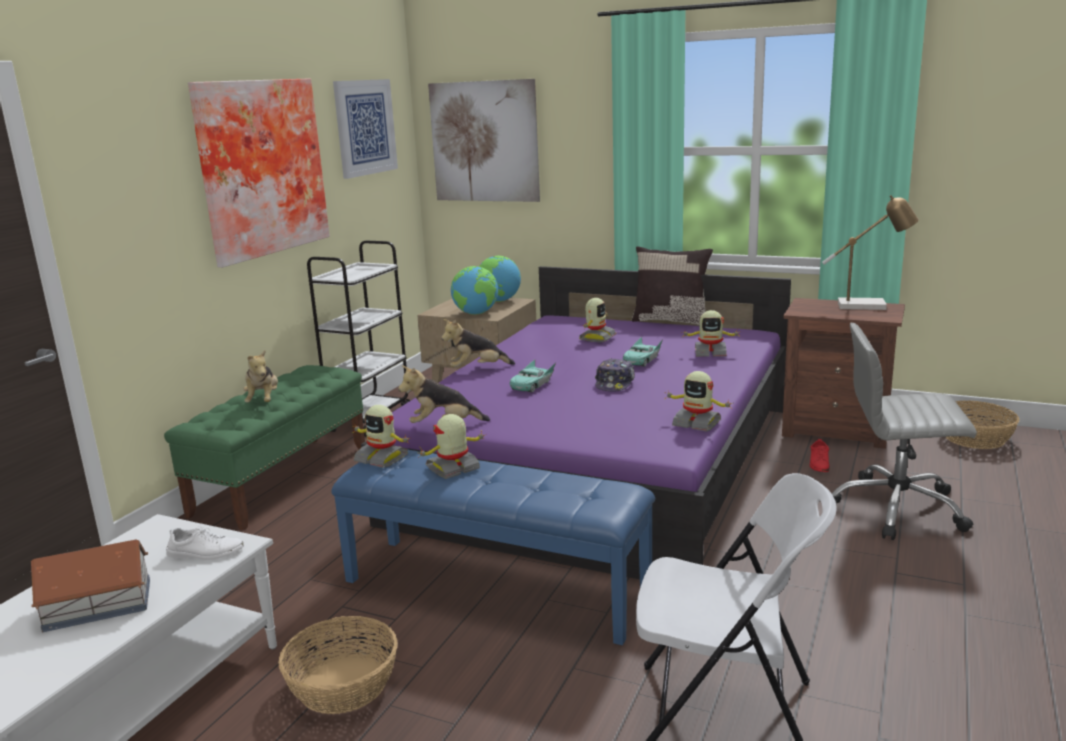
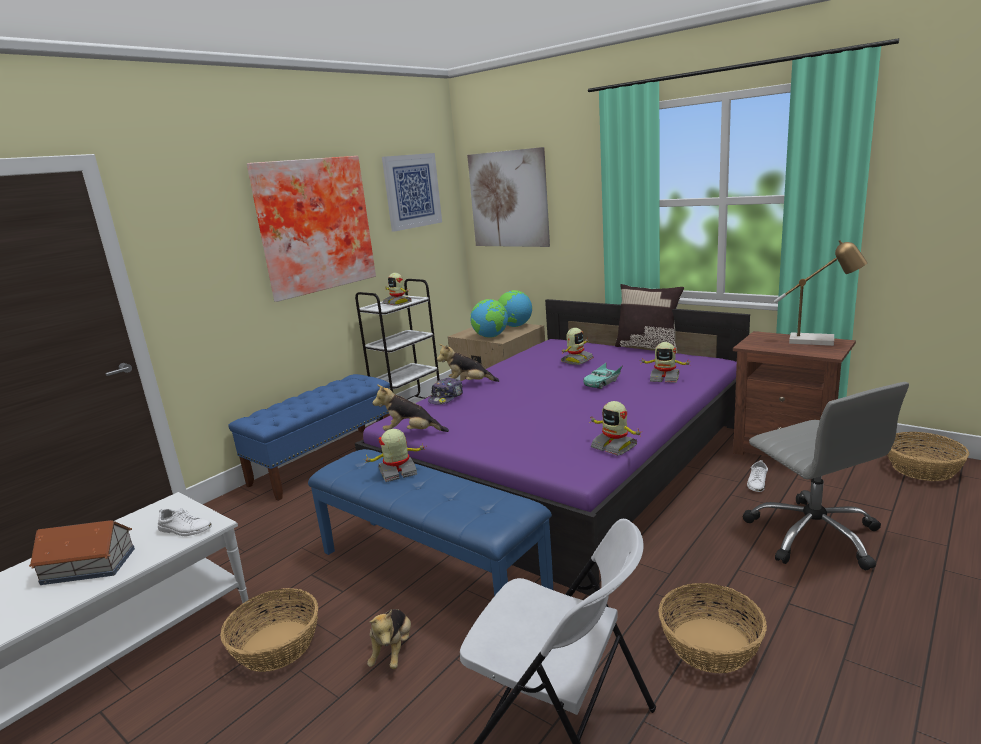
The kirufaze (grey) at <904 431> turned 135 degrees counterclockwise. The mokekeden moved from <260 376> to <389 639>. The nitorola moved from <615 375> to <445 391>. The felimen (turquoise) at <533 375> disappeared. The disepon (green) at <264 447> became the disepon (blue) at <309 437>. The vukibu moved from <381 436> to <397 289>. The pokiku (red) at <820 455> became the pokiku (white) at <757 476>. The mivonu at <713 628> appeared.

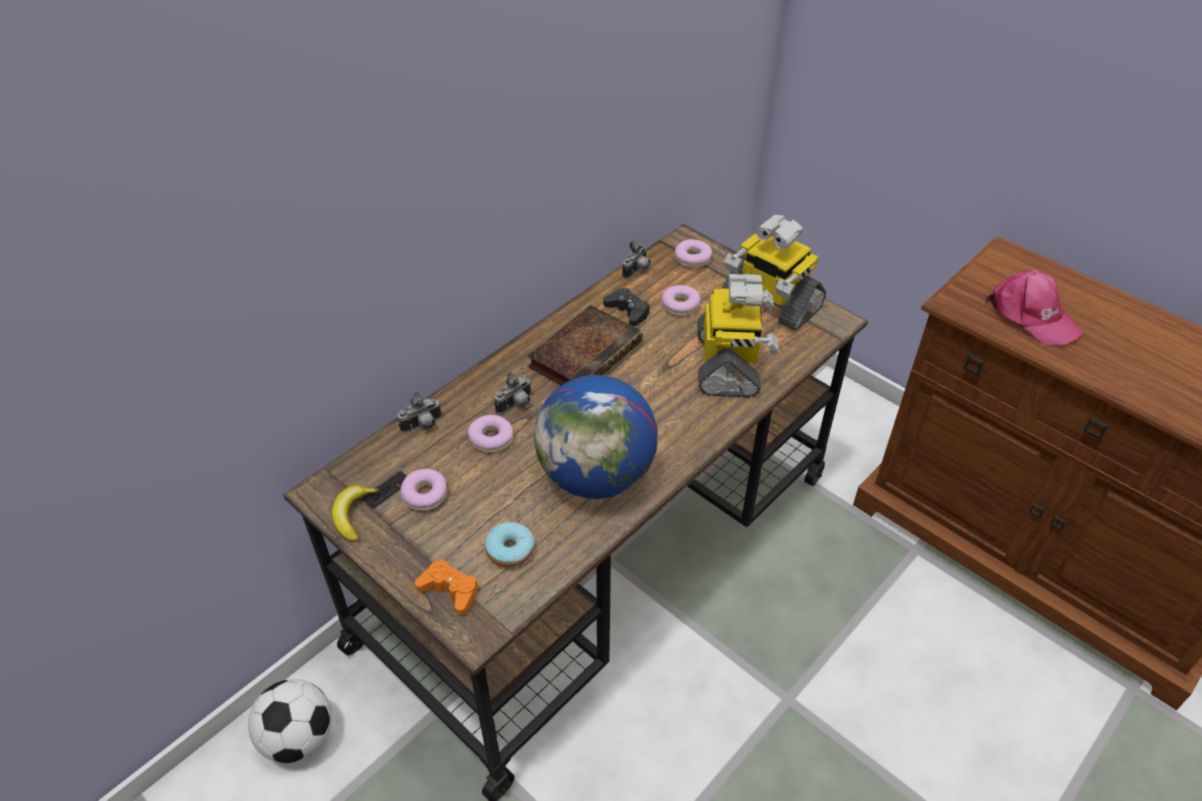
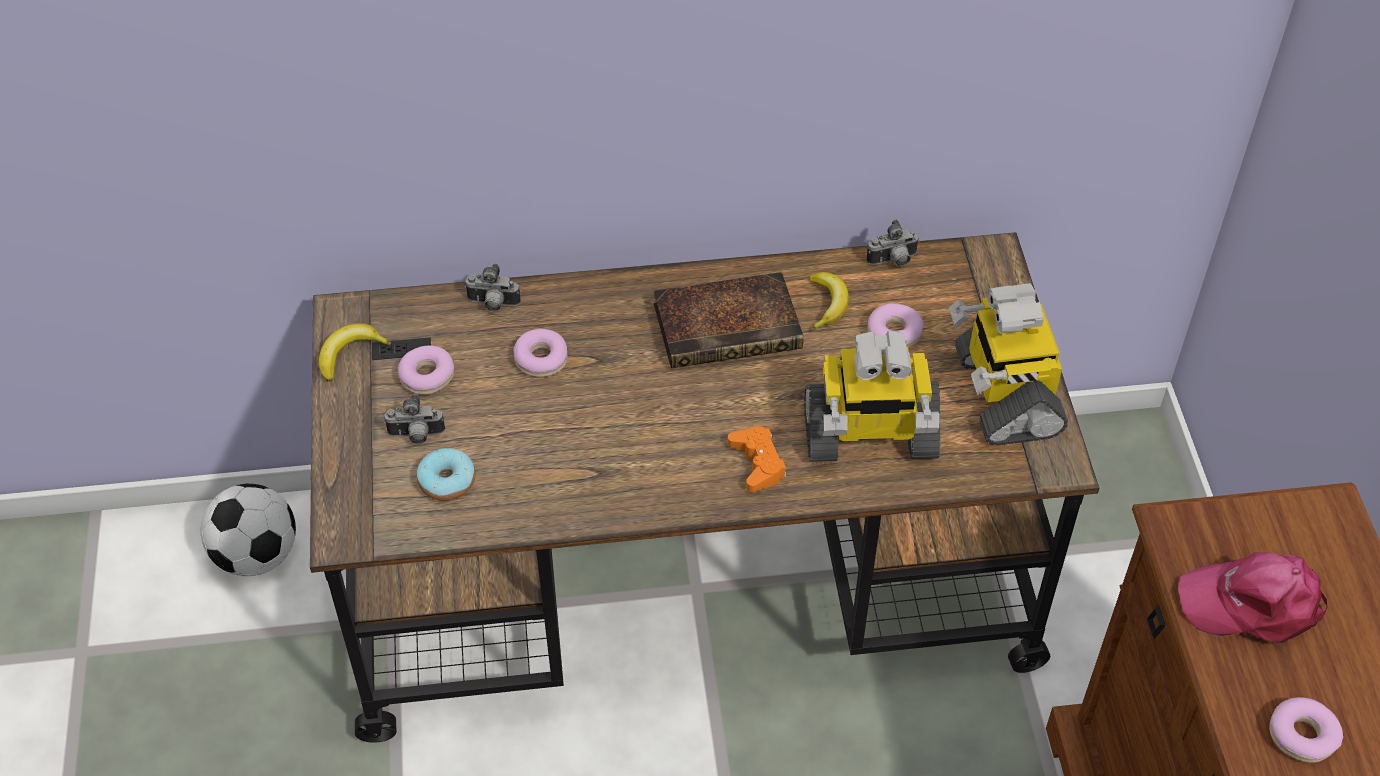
The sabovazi moved from <693 253> to <1306 730>. The nitorola (pink) at <1034 307> turned 90 degrees clockwise. The vukibu at <737 335> turned 45 degrees clockwise. The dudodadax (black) at <626 307> was replaced by the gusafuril at <829 301>. The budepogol moved from <512 393> to <414 419>. The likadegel at <596 437> disappeared. The dudodadax (orange) moved from <447 587> to <757 459>.

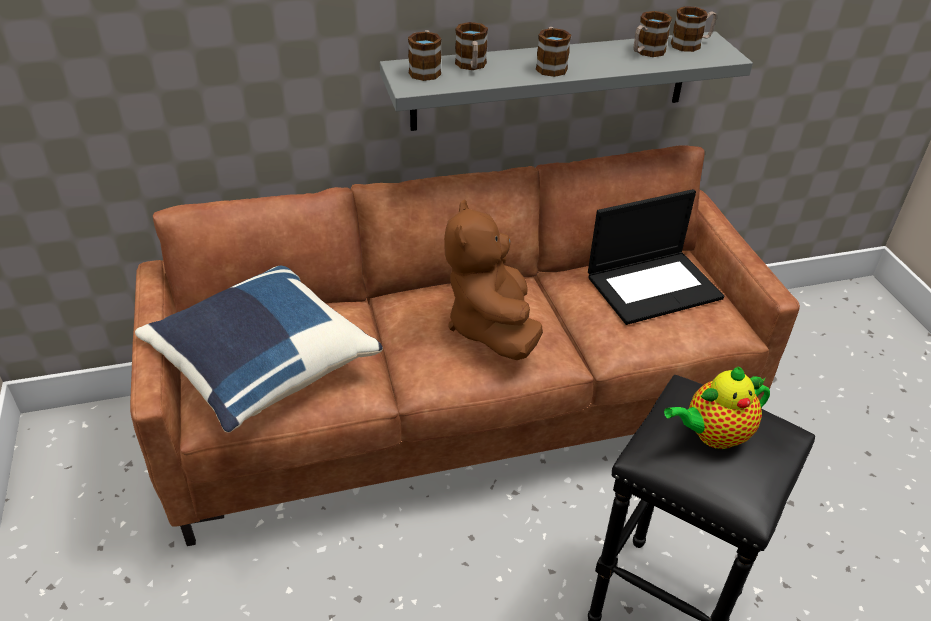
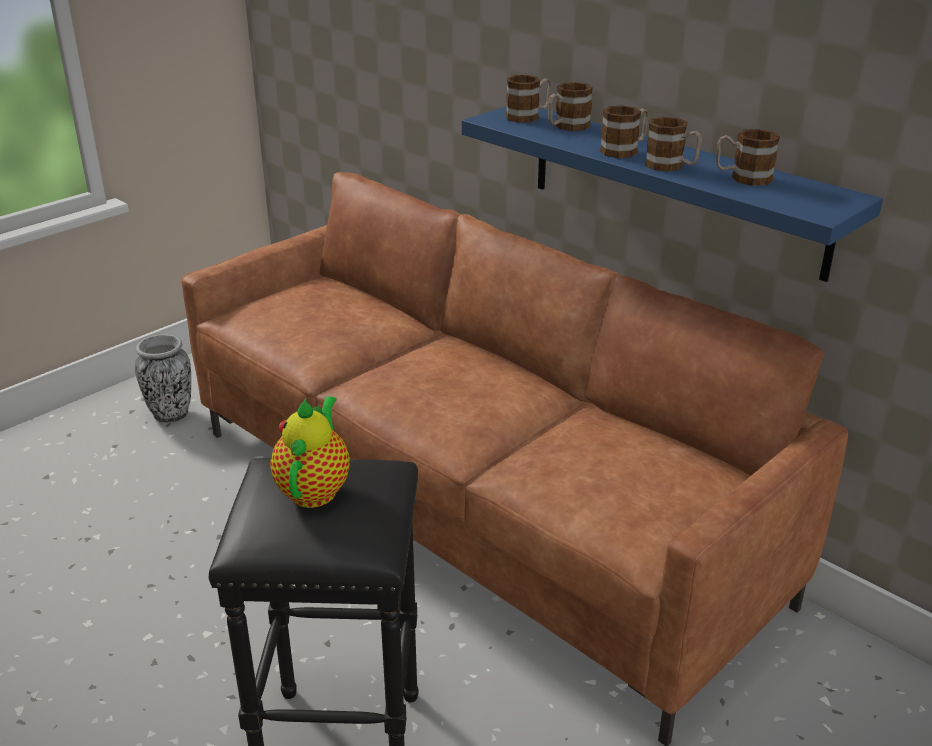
The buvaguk moved from <694 29> to <673 144>. The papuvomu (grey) at <566 81> became the papuvomu (blue) at <672 194>. The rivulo at <656 257> disappeared. The mokekeden (brown) at <493 279> disappeared. The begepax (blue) at <259 349> disappeared. The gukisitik at <717 407> turned 60 degrees clockwise. The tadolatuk at <163 378> appeared.

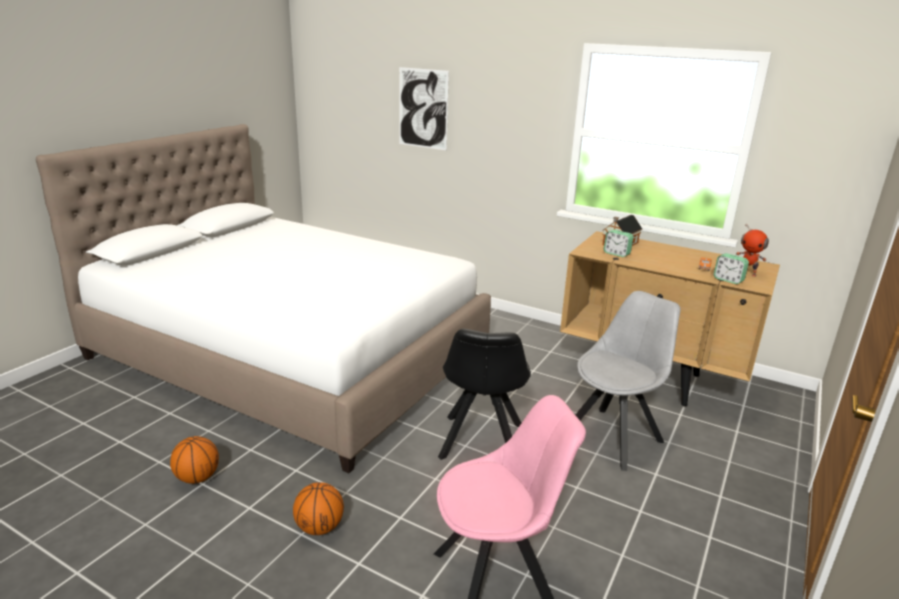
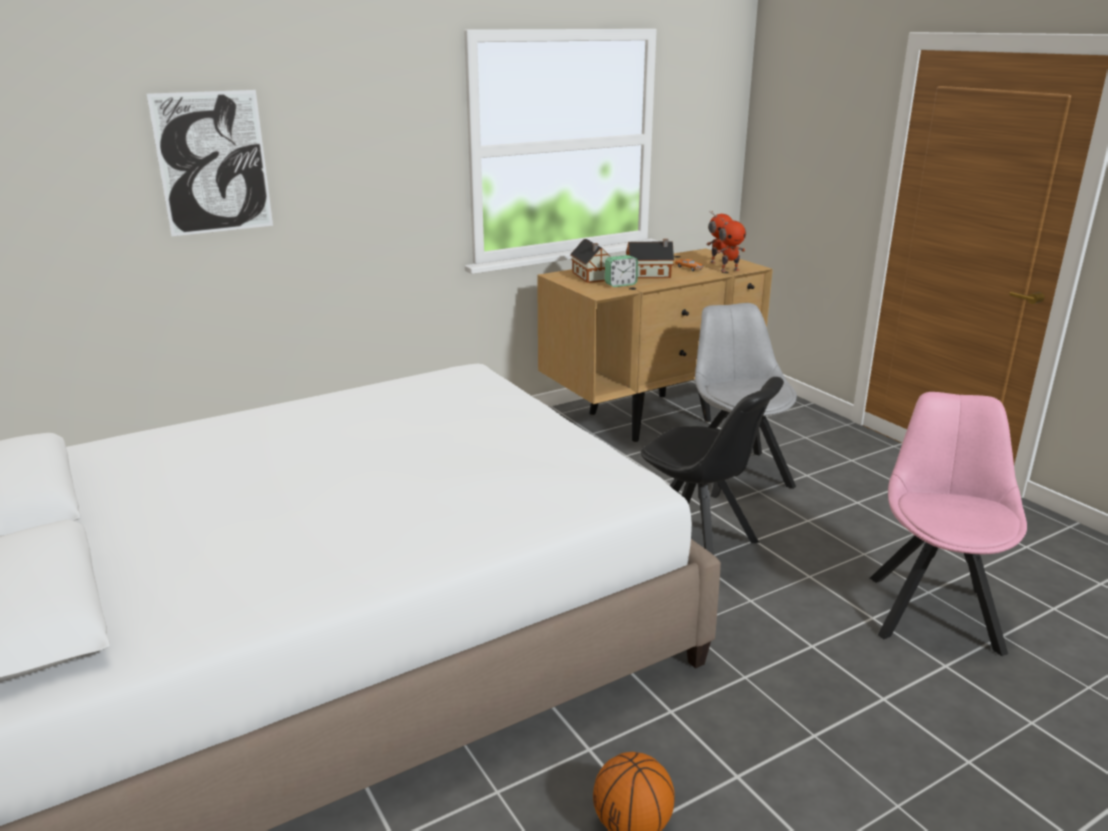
The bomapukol at <731 268> was replaced by the vukibu at <731 244>. The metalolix at <318 508> disappeared. The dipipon at <650 258> appeared.

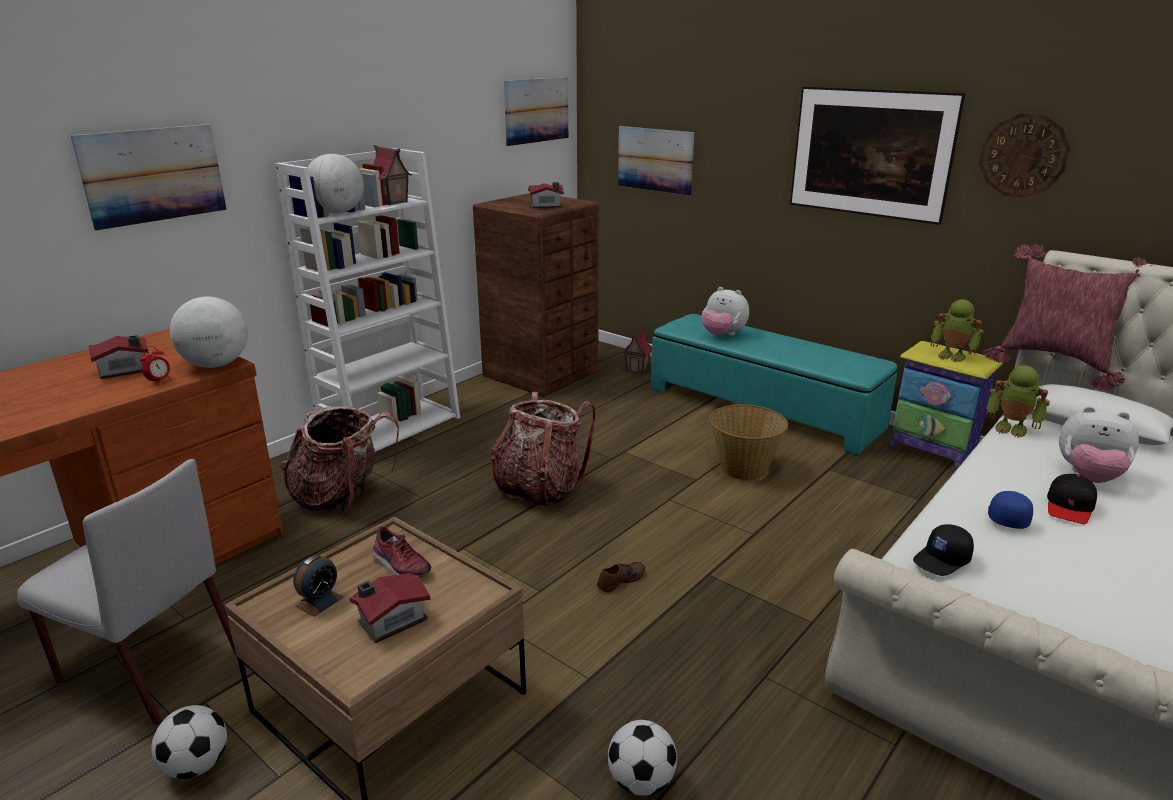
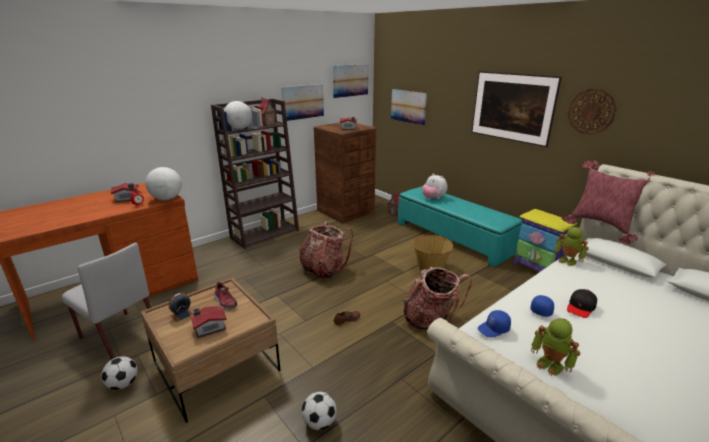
The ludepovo moved from <148 177> to <302 102>. The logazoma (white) at <367 300> became the logazoma (brown) at <255 174>. The vukibu moved from <957 330> to <555 347>. The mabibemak moved from <339 461> to <437 298>. The mokekeden at <1099 444> disappeared. The nitorola (black) at <943 550> became the nitorola (blue) at <494 324>.

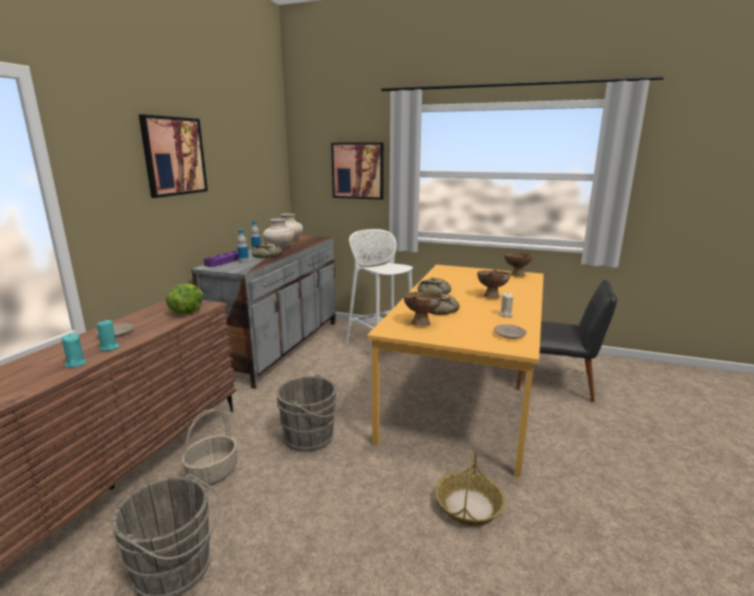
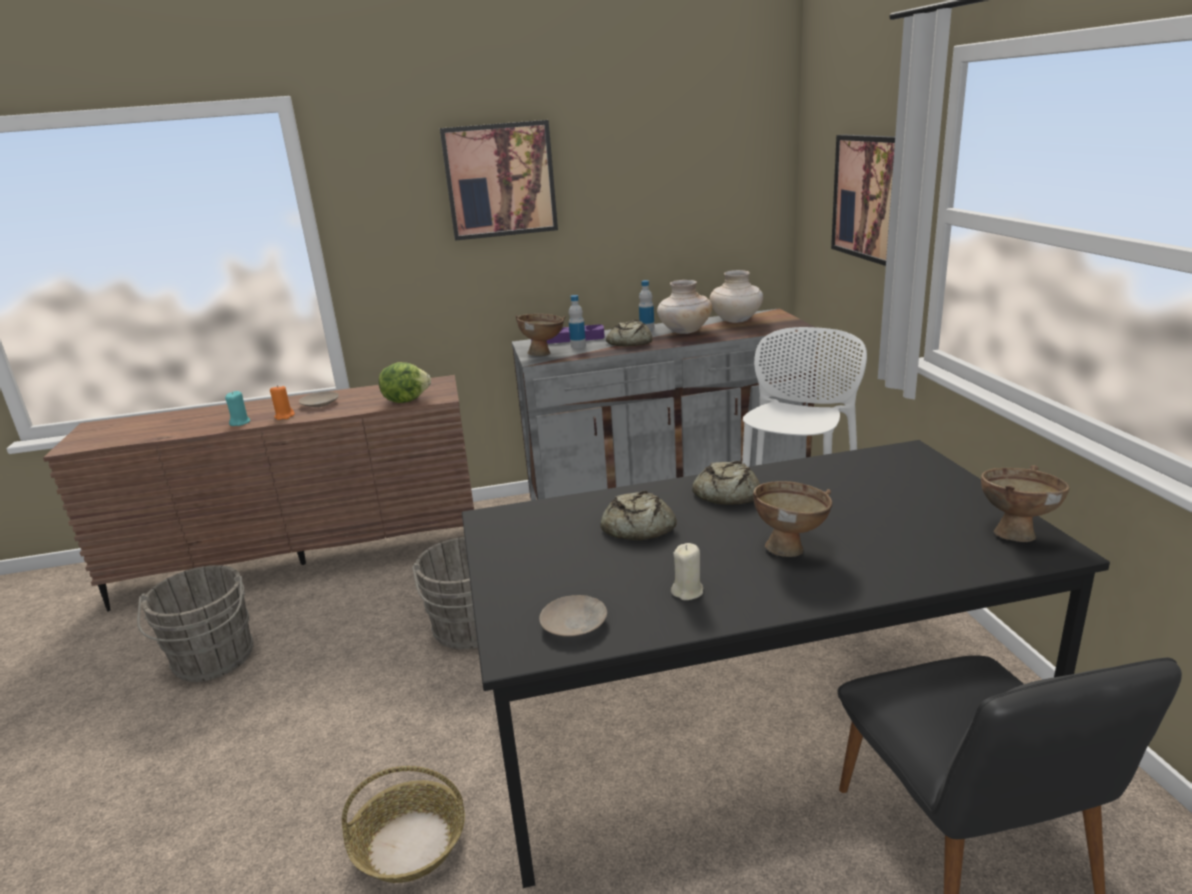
The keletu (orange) at <455 371> became the keletu (black) at <786 664>. The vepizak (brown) moved from <423 308> to <540 335>. The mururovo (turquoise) at <108 335> became the mururovo (orange) at <282 402>. The mivonu at <209 447> disappeared.

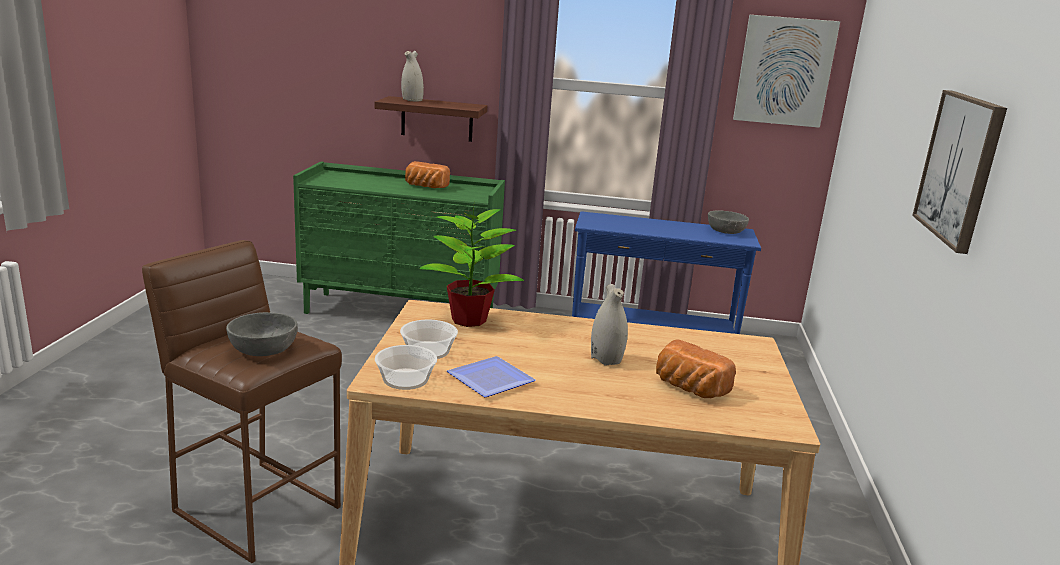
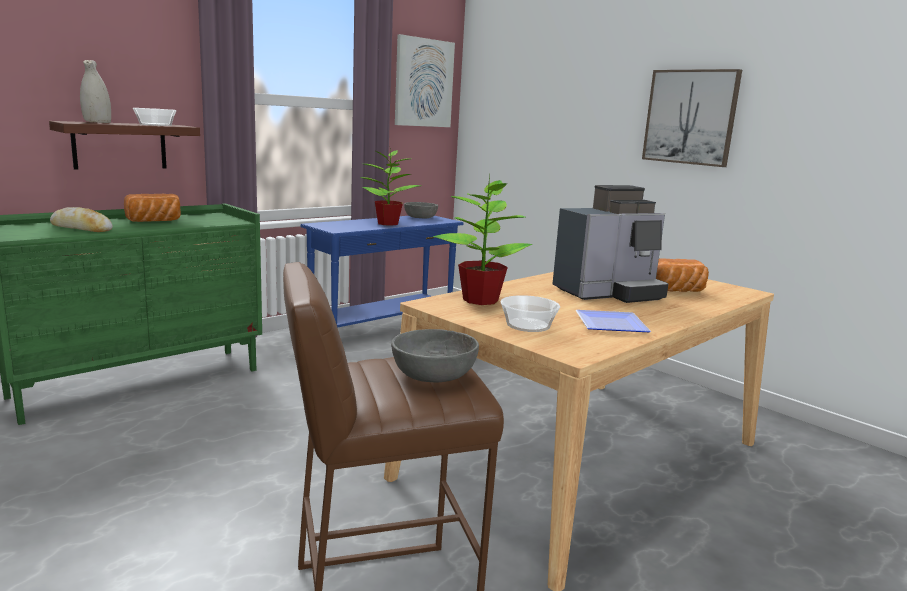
The tadolatuk (white) at <609 324> was replaced by the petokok at <610 244>. The vepizak moved from <406 367> to <155 117>. The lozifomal at <390 187> appeared. The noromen at <81 219> appeared.

